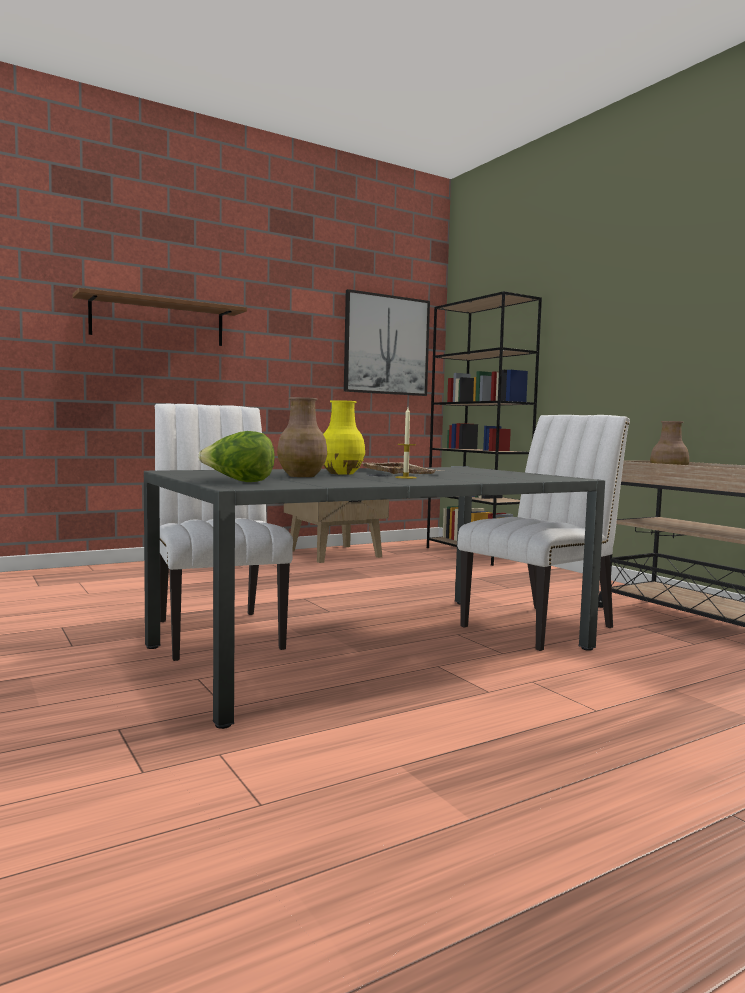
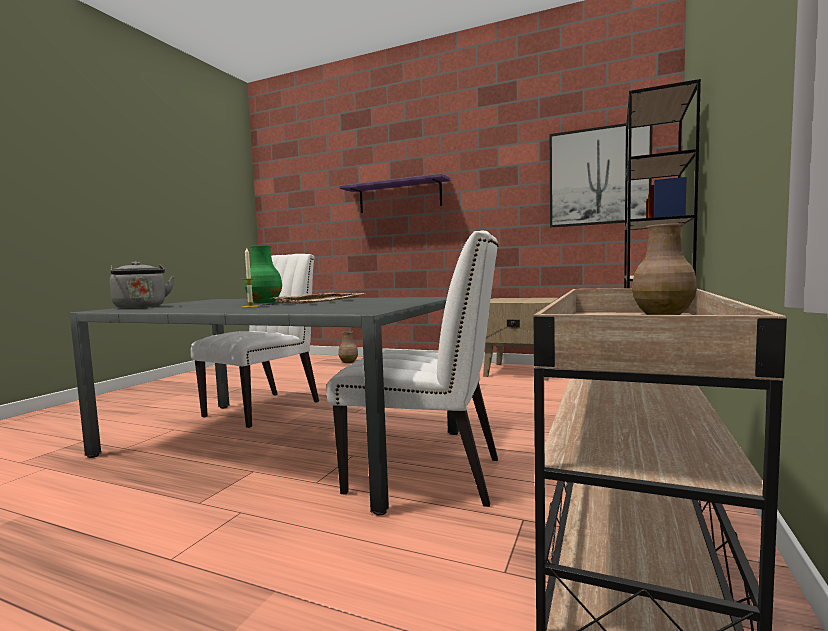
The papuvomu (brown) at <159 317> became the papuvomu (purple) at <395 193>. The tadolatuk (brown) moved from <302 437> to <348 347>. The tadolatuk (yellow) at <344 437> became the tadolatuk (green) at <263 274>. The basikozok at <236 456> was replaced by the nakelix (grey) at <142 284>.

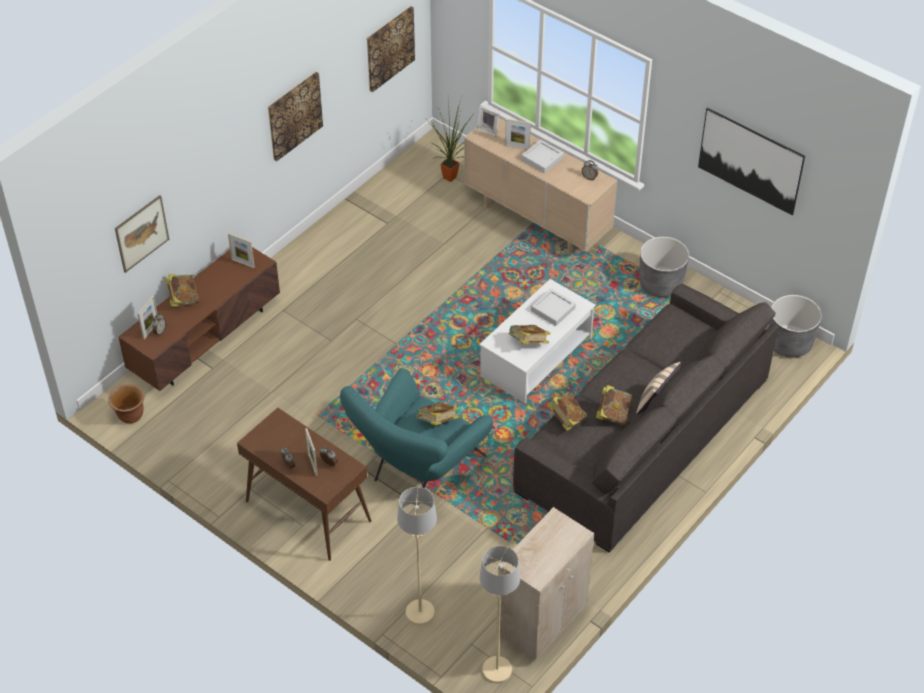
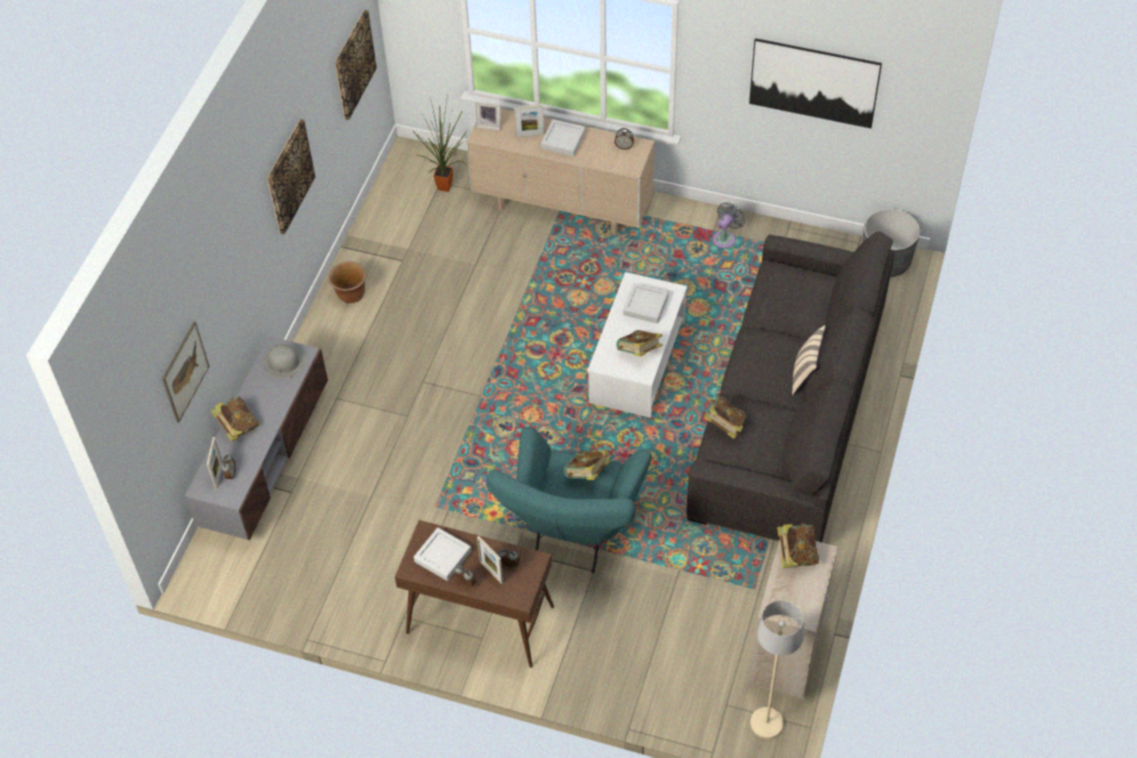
The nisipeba at <241 250> was replaced by the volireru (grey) at <284 361>. The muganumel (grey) at <664 267> was replaced by the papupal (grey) at <729 225>. The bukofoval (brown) at <199 319> became the bukofoval (grey) at <256 438>. The muganumel (brown) moved from <126 404> to <347 282>. The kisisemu moved from <614 405> to <798 545>. The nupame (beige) at <417 556> disappeared. The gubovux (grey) at <443 554> appeared.

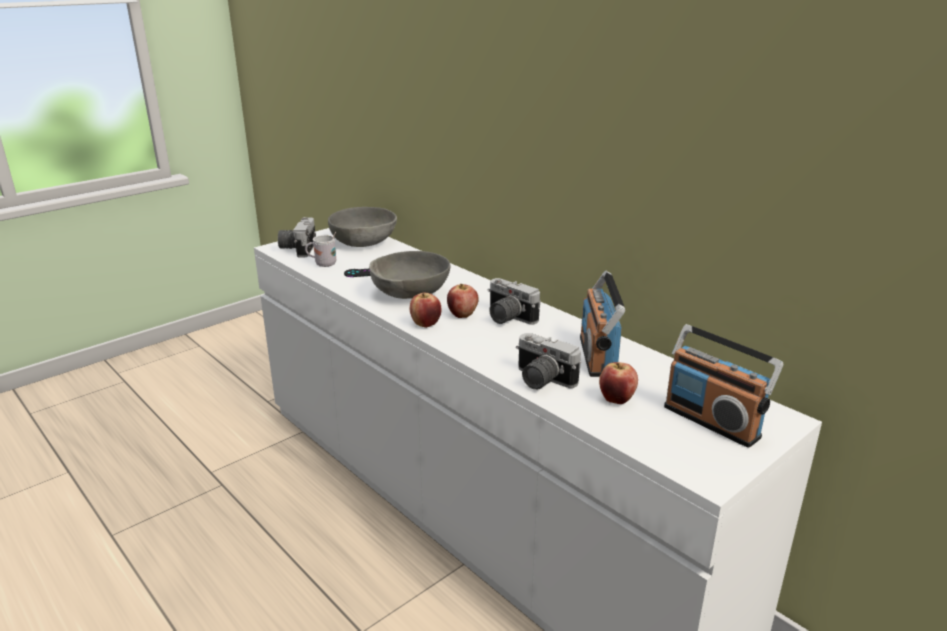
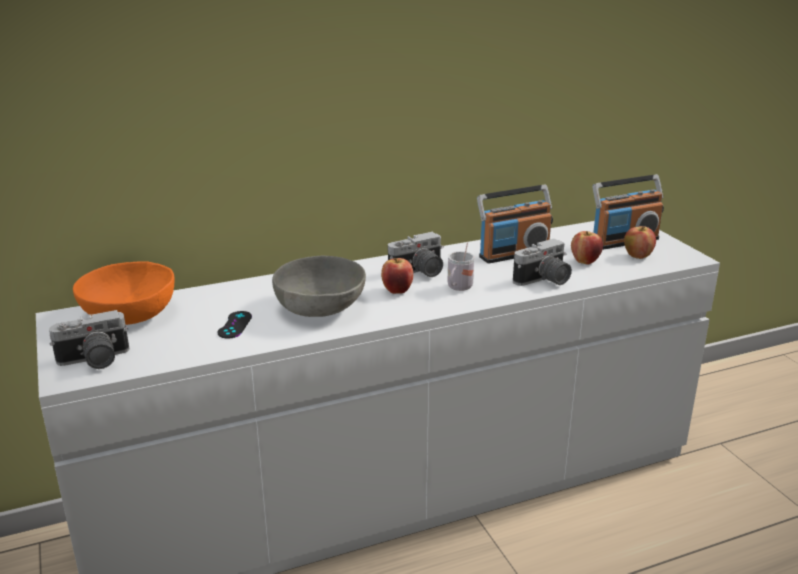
The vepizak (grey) at <362 227> became the vepizak (orange) at <124 293>. The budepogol at <297 237> turned 45 degrees counterclockwise. The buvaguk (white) moved from <320 249> to <461 267>. The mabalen at <603 324> turned 45 degrees counterclockwise. The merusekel moved from <425 310> to <640 242>.

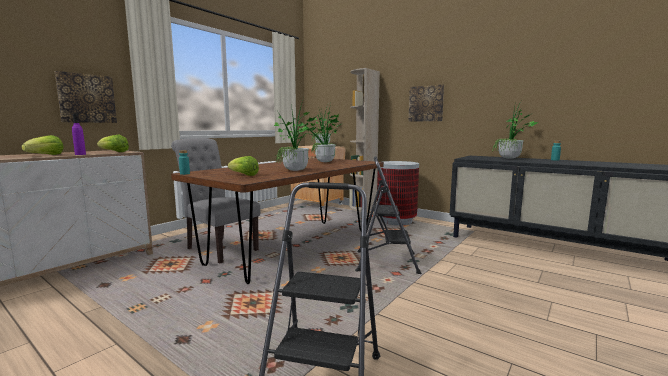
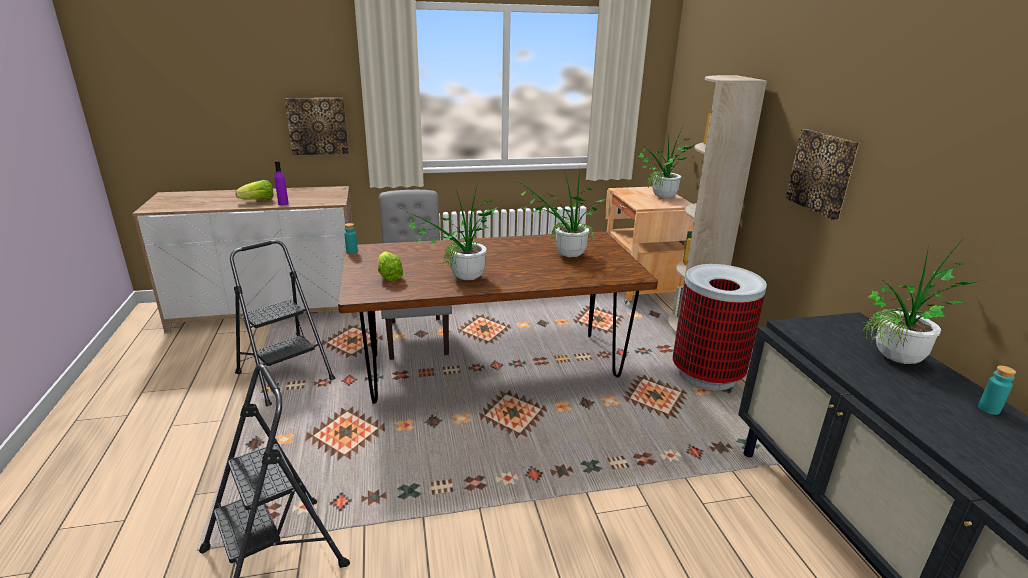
The basikozok at <113 143> disappeared. The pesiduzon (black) moved from <388 215> to <283 323>.

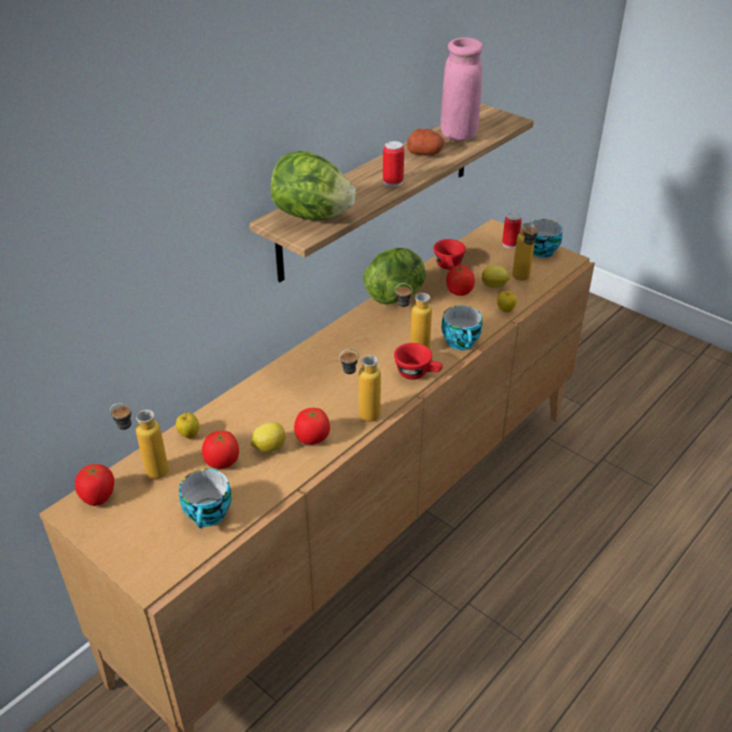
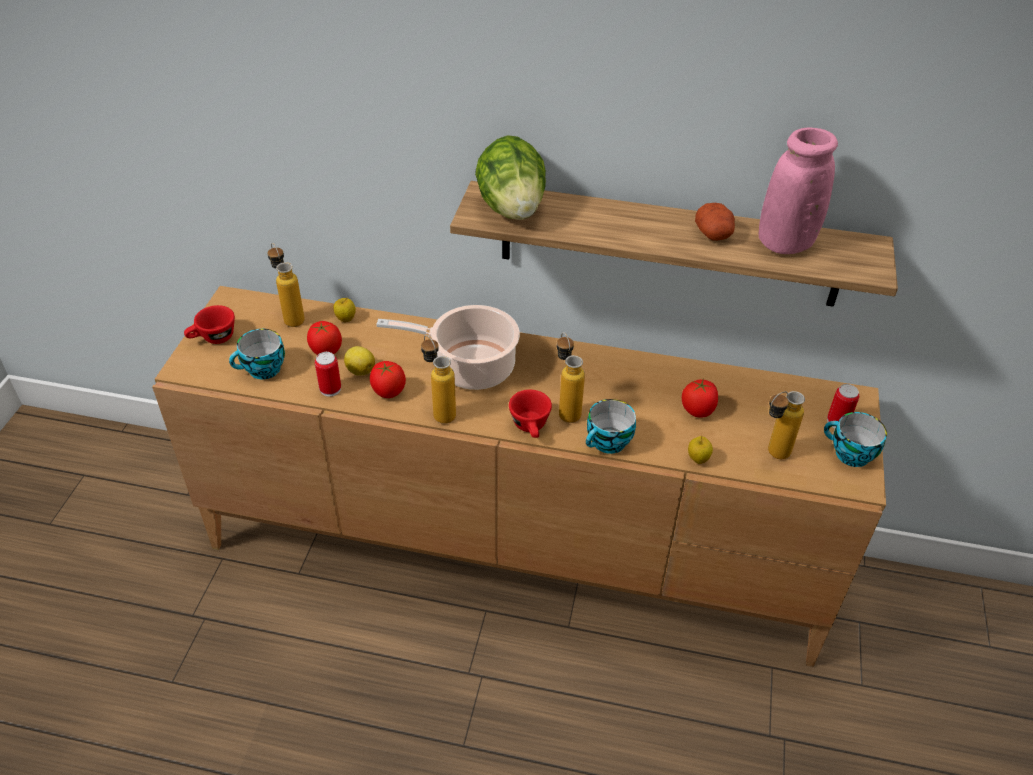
The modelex moved from <393 164> to <328 374>. The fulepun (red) moved from <449 254> to <209 324>. The basikozok at <394 276> disappeared. The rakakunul at <496 276> disappeared. The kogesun at <94 485> disappeared. The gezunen at <448 347> appeared.

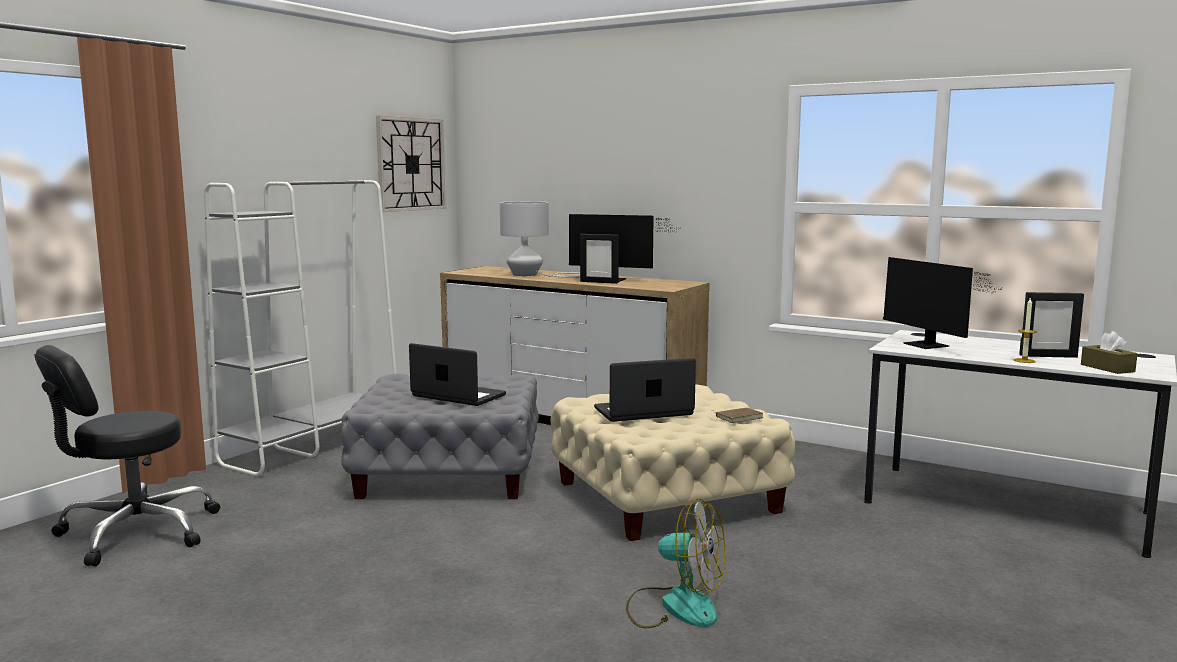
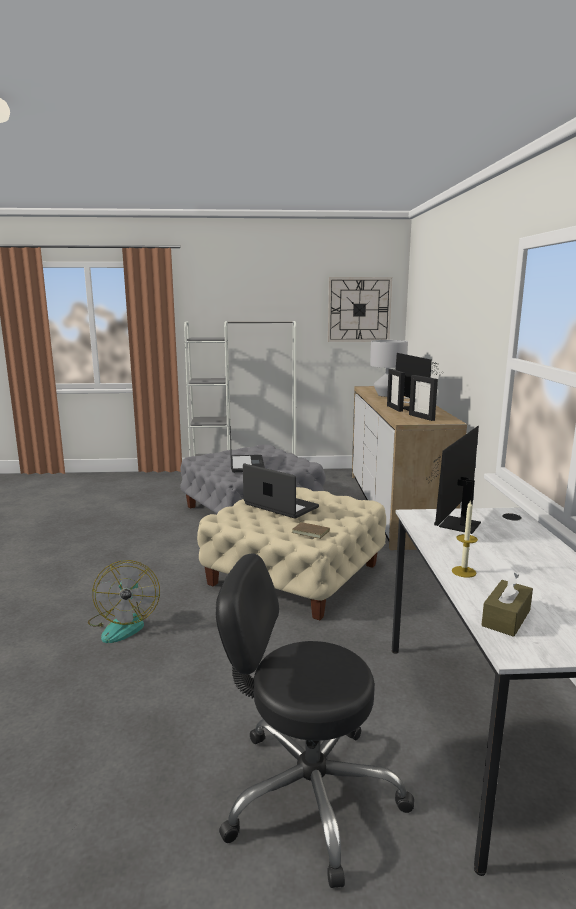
The nisipeba moved from <1051 325> to <423 398>. The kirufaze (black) moved from <127 455> to <314 721>.

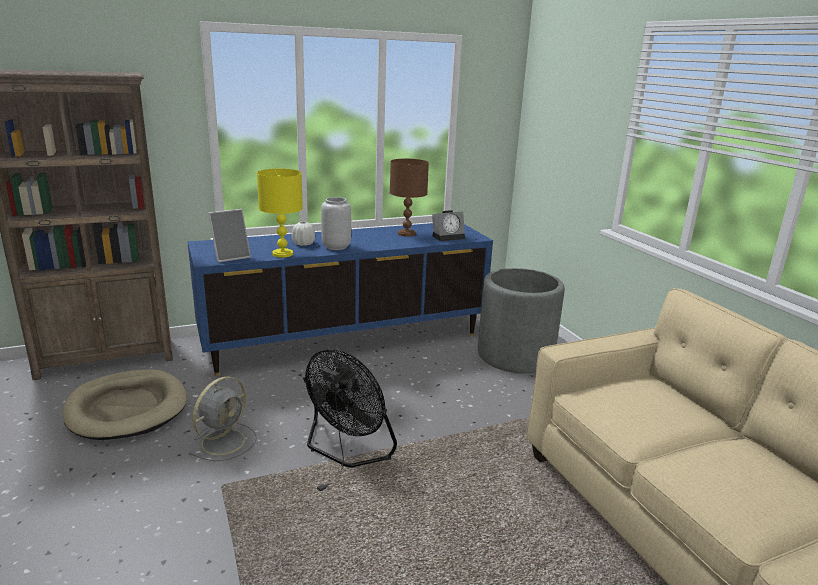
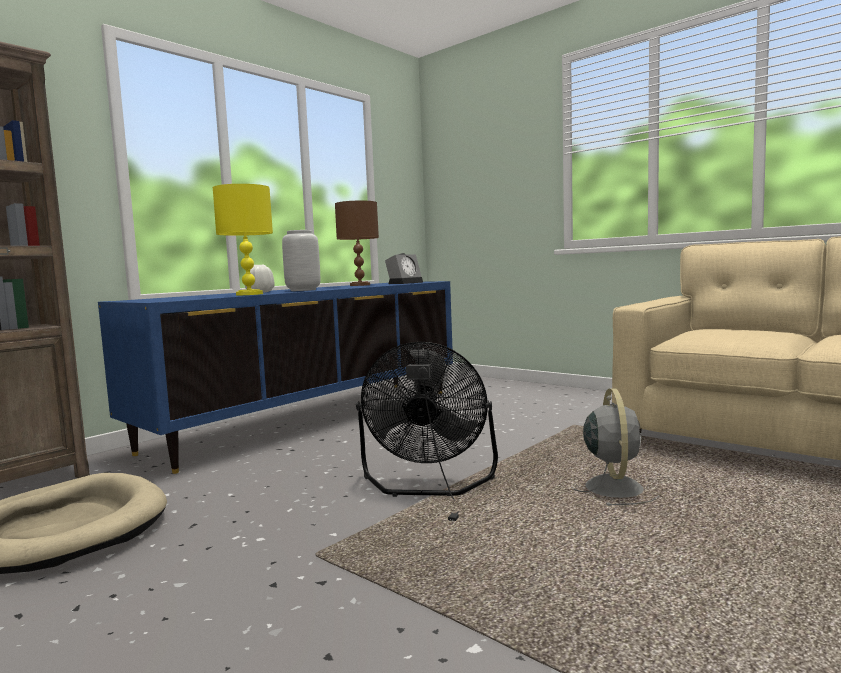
The nisipeba at <229 236> disappeared. The muganumel (grey) at <521 320> disappeared. The papupal (grey) moved from <223 418> to <615 447>.

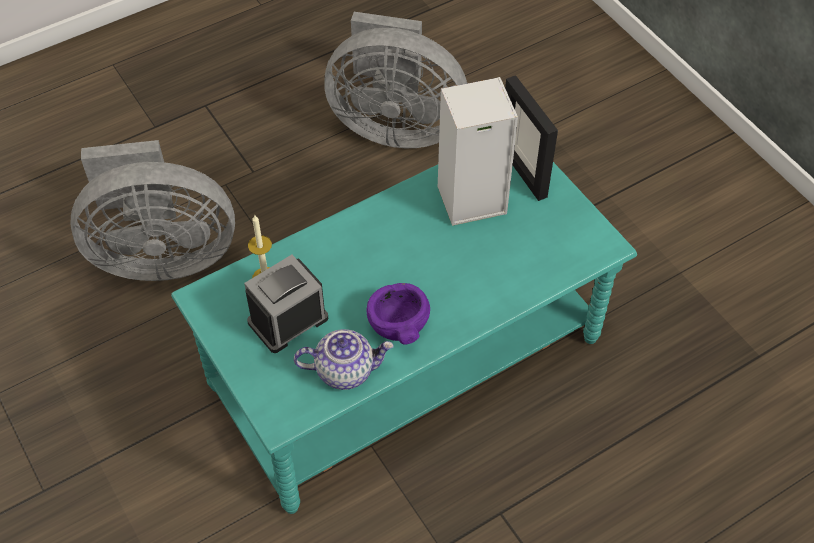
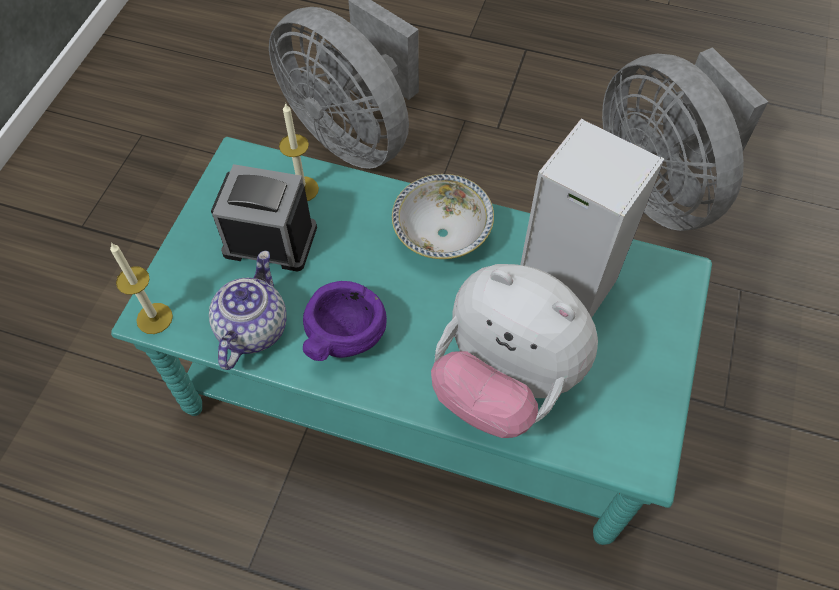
The nisipeba at <531 138> disappeared. The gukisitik at <343 359> turned 120 degrees counterclockwise. The vepizak at <443 216> appeared. The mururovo at <141 288> appeared. The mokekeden at <514 351> appeared.

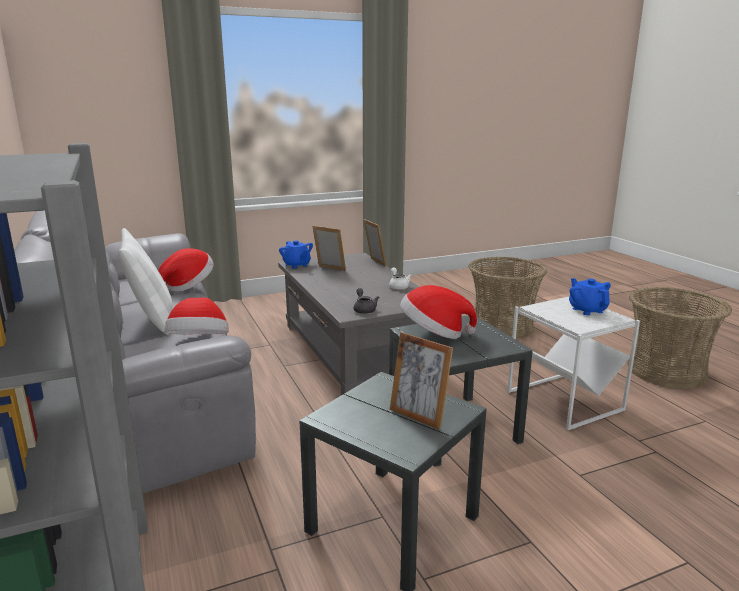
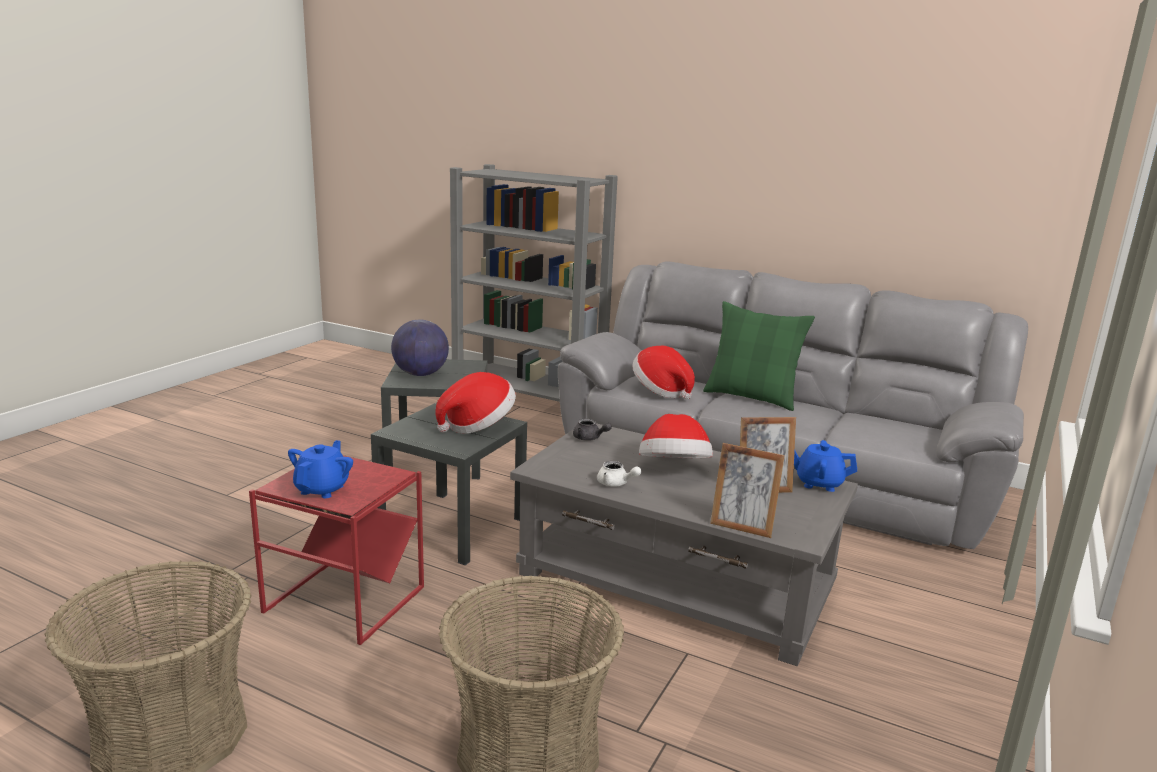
The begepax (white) at <146 281> became the begepax (green) at <759 356>. The volireru moved from <186 270> to <676 436>. The gukisitik (blue) at <590 296> turned 105 degrees counterclockwise. The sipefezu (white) at <573 363> became the sipefezu (red) at <336 550>. The nisipeba at <421 381> was replaced by the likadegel at <420 348>.

